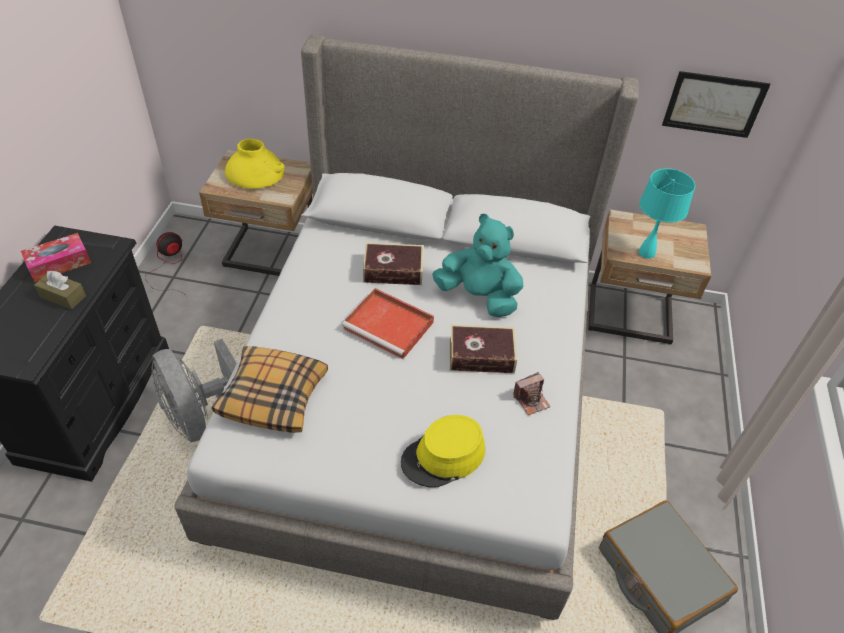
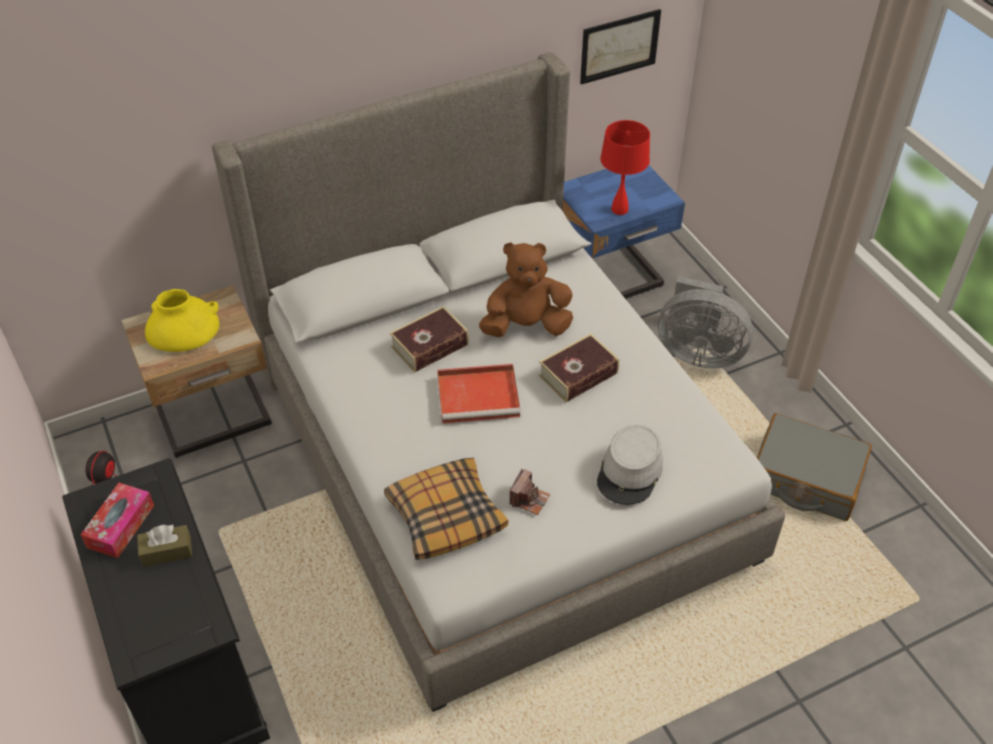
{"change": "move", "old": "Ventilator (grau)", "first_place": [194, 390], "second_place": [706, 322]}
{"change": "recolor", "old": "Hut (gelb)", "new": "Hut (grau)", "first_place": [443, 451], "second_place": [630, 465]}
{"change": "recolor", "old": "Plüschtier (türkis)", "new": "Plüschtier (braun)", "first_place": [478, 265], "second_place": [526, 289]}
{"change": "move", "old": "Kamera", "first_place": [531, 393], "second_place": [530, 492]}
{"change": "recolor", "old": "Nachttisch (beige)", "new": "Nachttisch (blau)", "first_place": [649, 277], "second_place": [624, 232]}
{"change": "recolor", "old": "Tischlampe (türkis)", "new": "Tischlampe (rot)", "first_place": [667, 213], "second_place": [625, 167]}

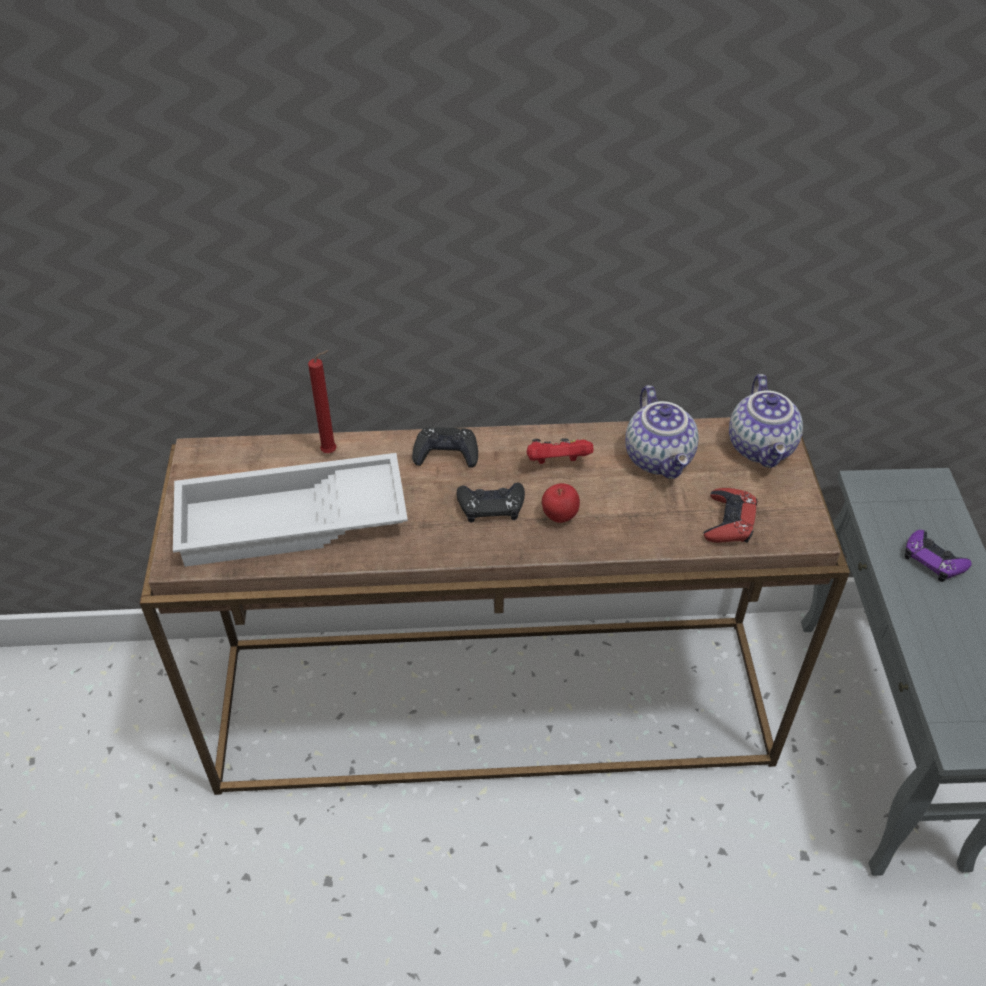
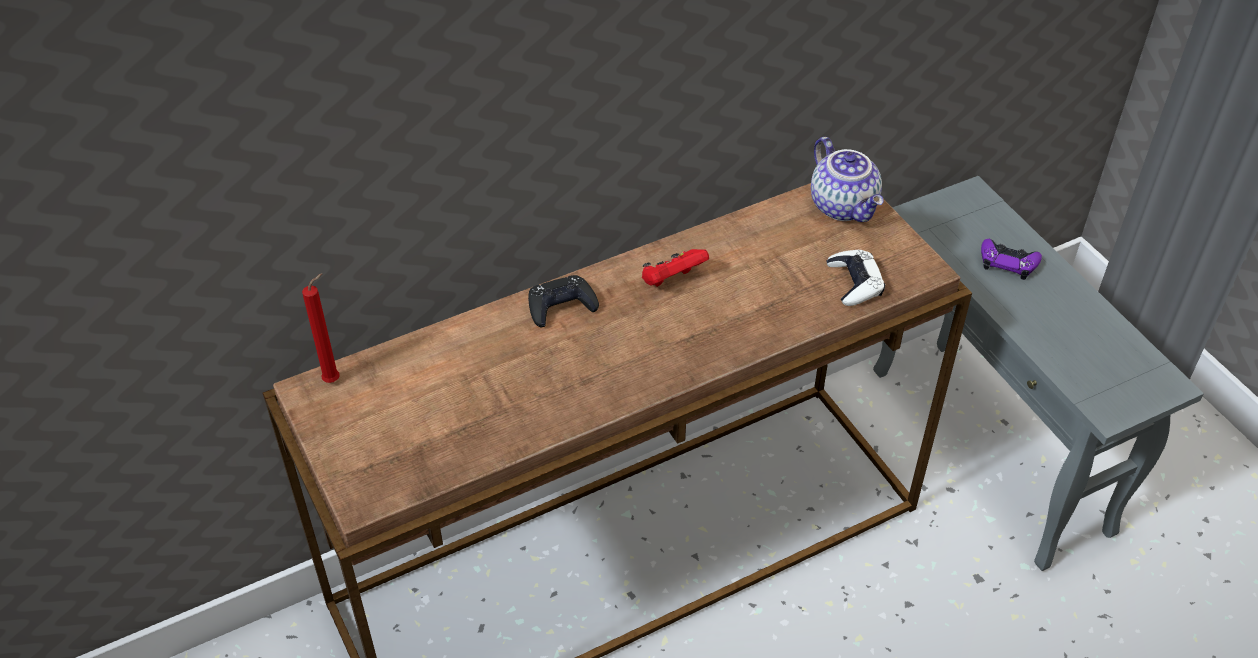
{"change": "delete", "old": "Tablett (weiß)", "first_place": [290, 510]}
{"change": "move", "old": "Kerze (rot)", "first_place": [322, 401], "second_place": [321, 328]}
{"change": "delete", "old": "Gamepad (schwarz)", "first_place": [491, 503]}
{"change": "delete", "old": "Apfel", "first_place": [561, 503]}
{"change": "delete", "old": "Teekanne", "first_place": [662, 432]}
{"change": "recolor", "old": "Gamepad (rot)", "new": "Gamepad (weiß)", "first_place": [730, 515], "second_place": [856, 278]}

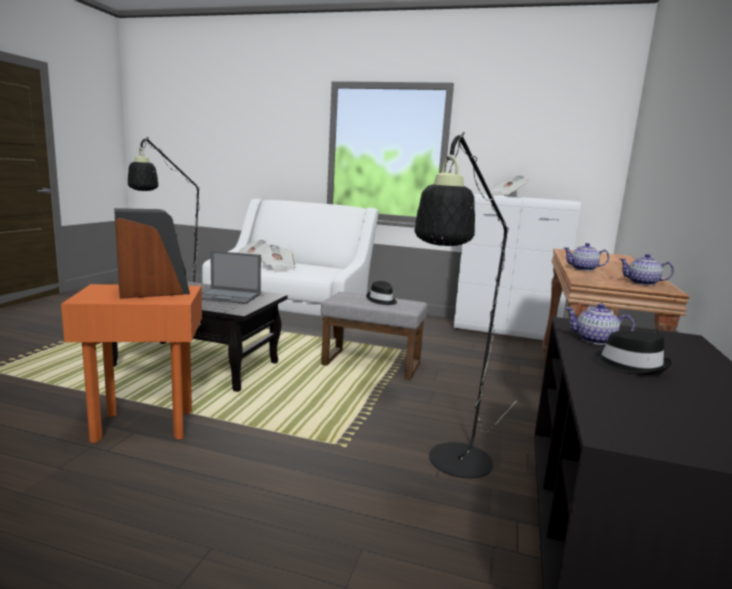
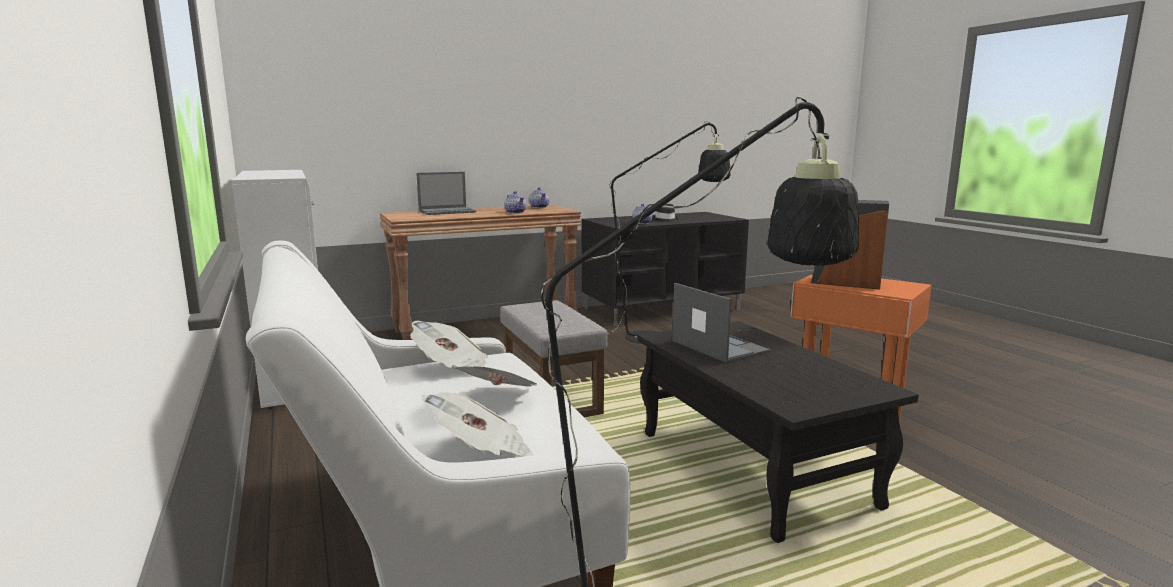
{"change": "delete", "old": "Hut (schwarz)", "first_place": [381, 293]}
{"change": "move", "old": "Zeitung", "first_place": [509, 186], "second_place": [449, 344]}
{"change": "insert", "new": "Laptop", "second_place": [446, 193]}

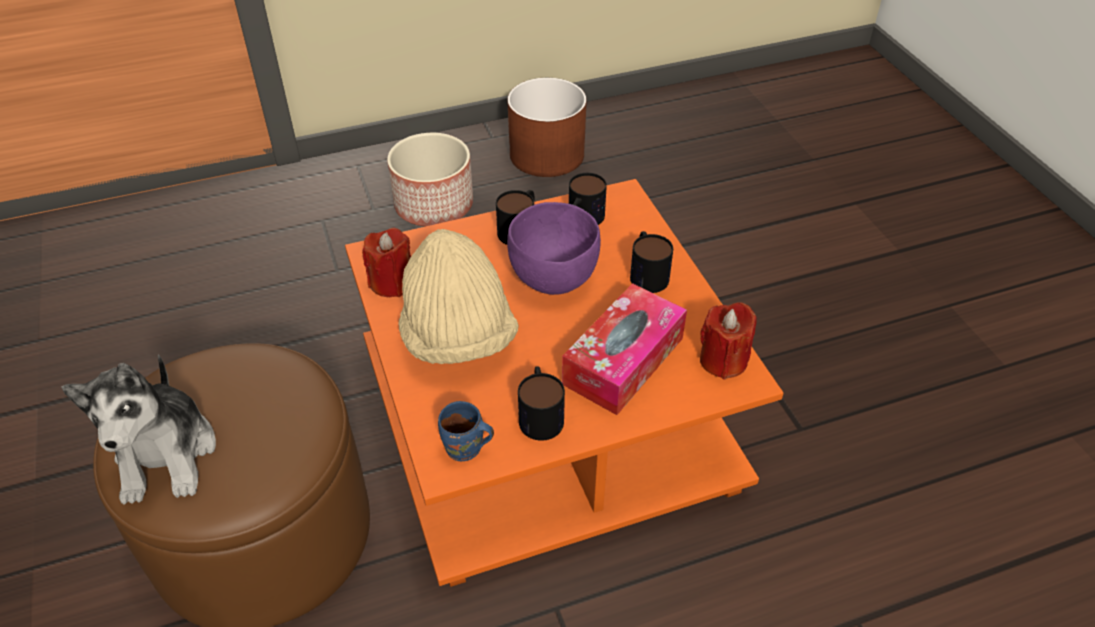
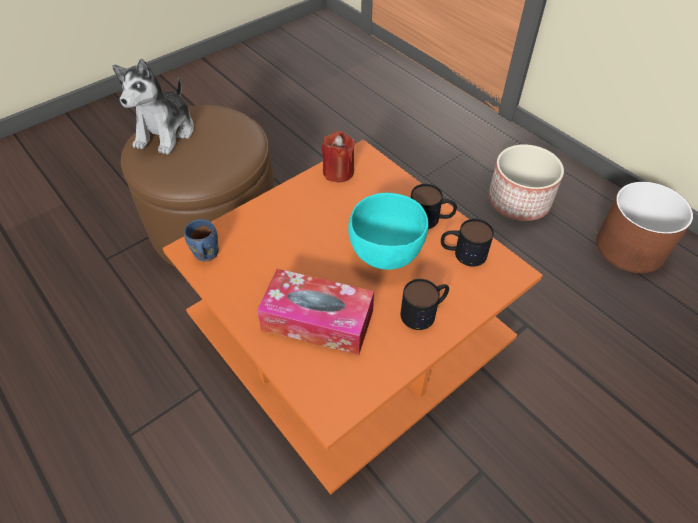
{"change": "rotate", "old": "Plüschtier", "first_place": [139, 430], "second_place": [153, 107], "degrees": -45}
{"change": "delete", "old": "Hut (beige)", "first_place": [458, 296]}
{"change": "recolor", "old": "Schüssel (lila)", "new": "Schüssel (türkis)", "first_place": [554, 248], "second_place": [388, 231]}
{"change": "delete", "old": "Henkelbecher", "first_place": [541, 403]}
{"change": "delete", "old": "Kerze (rot)", "first_place": [728, 341]}

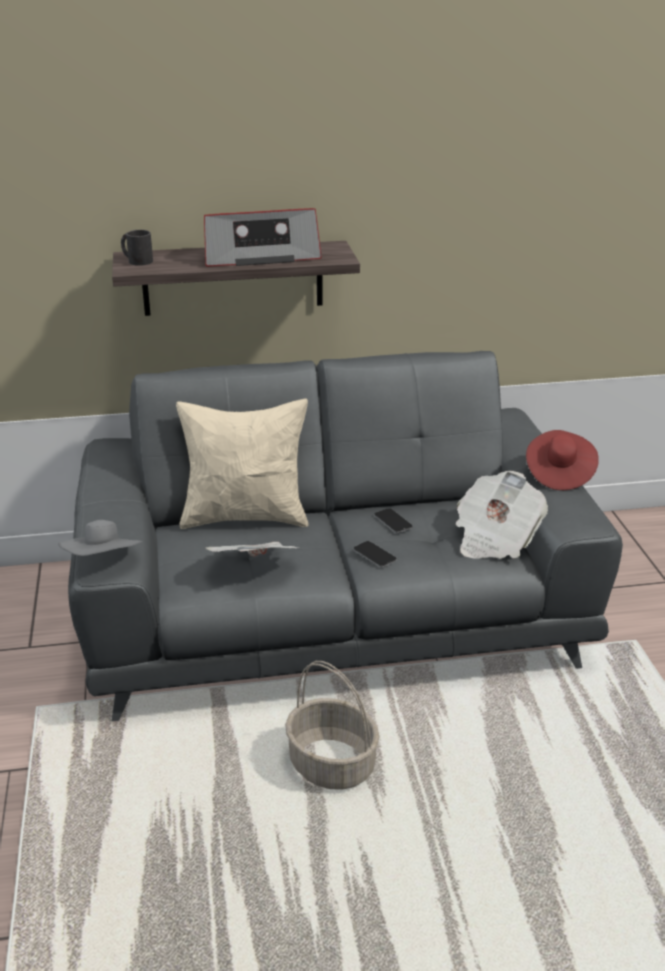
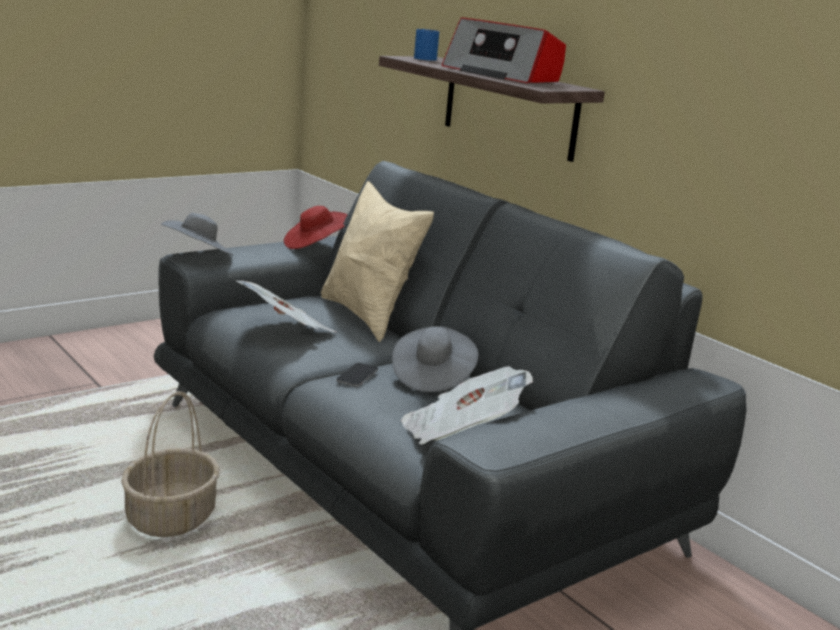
{"change": "recolor", "old": "Henkelbecher (schwarz)", "new": "Henkelbecher (blau)", "first_place": [137, 248], "second_place": [426, 45]}
{"change": "replace", "old": "Handy", "new": "Hut (grau)", "first_place": [393, 520], "second_place": [435, 359]}
{"change": "move", "old": "Hut (rot)", "first_place": [562, 460], "second_place": [316, 227]}

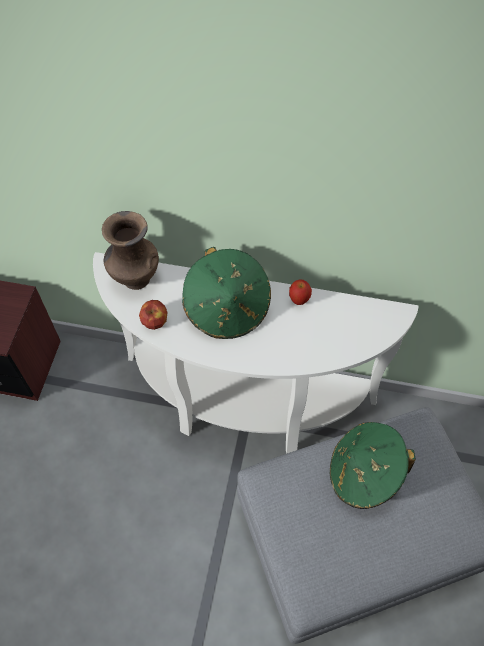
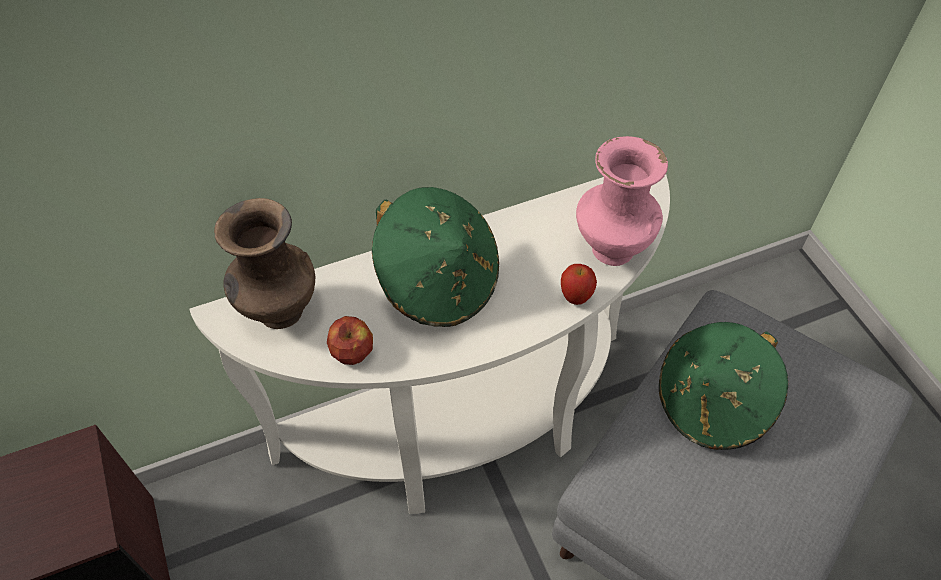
{"change": "move", "old": "Apfel", "first_place": [300, 292], "second_place": [579, 284]}
{"change": "insert", "new": "Vase (rosa)", "second_place": [622, 201]}

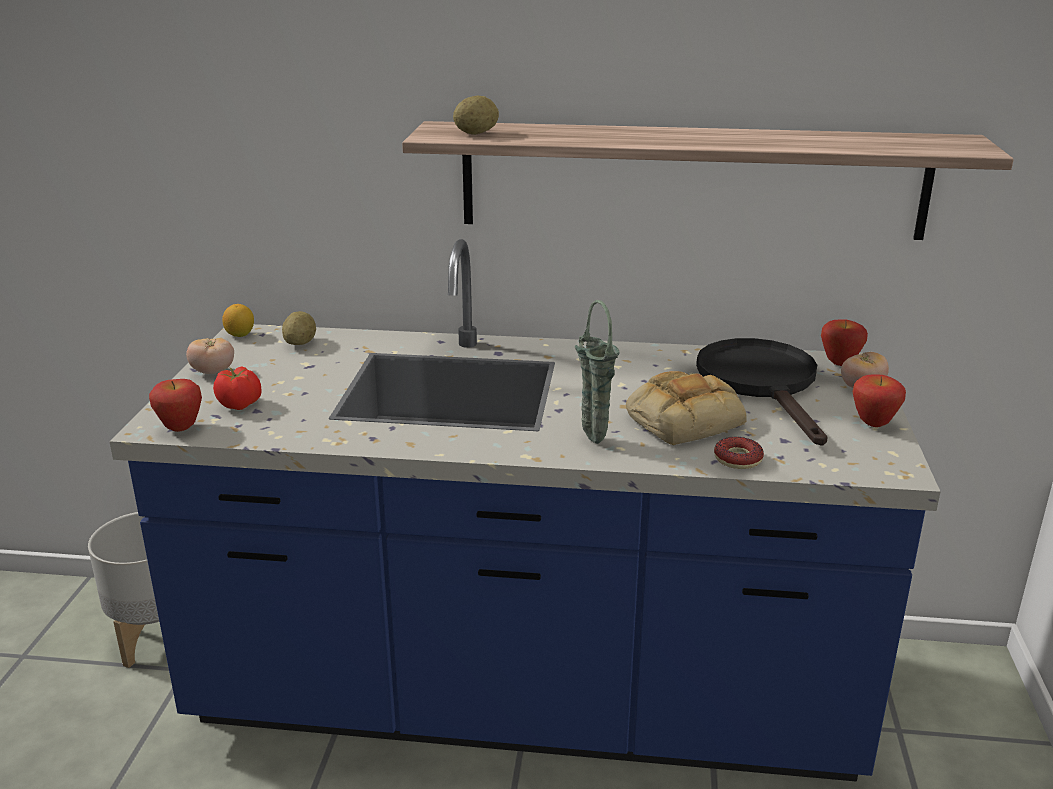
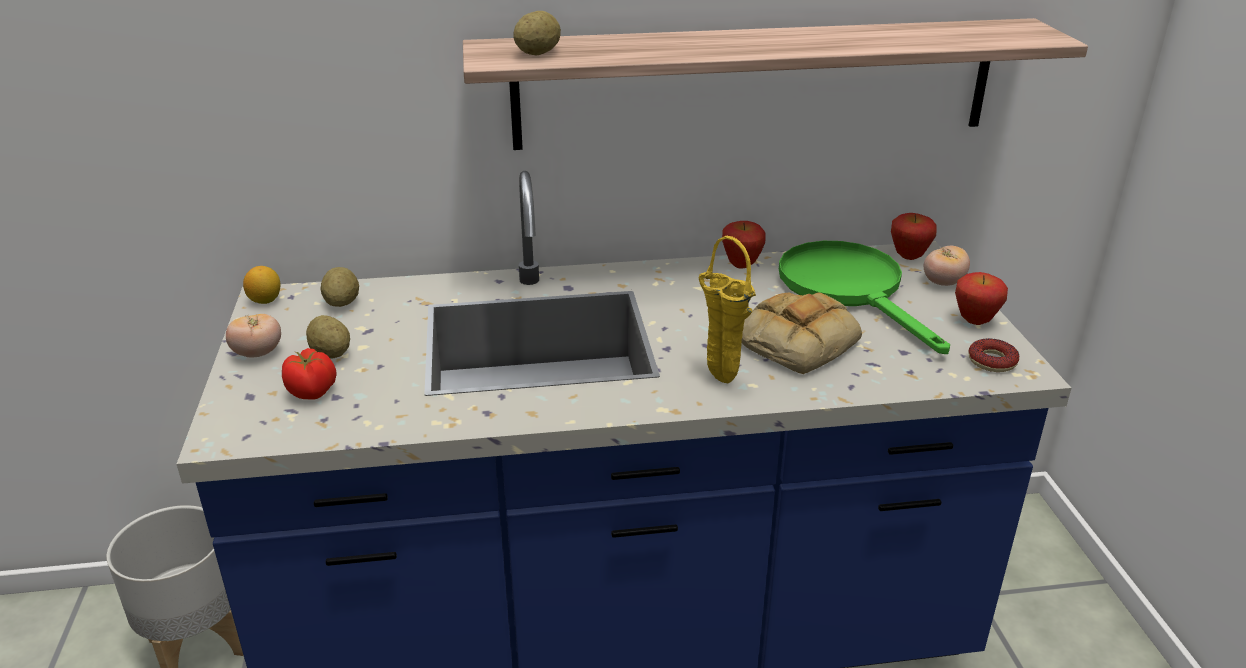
{"change": "move", "old": "Apfel", "first_place": [175, 405], "second_place": [743, 245]}
{"change": "recolor", "old": "Vase (grün)", "new": "Vase (gelb)", "first_place": [597, 372], "second_place": [727, 309]}
{"change": "recolor", "old": "Pfanne (schwarz)", "new": "Pfanne (grün)", "first_place": [762, 392], "second_place": [864, 297]}
{"change": "move", "old": "Donut", "first_place": [739, 453], "second_place": [994, 355]}
{"change": "insert", "new": "Kartoffel", "second_place": [328, 336]}

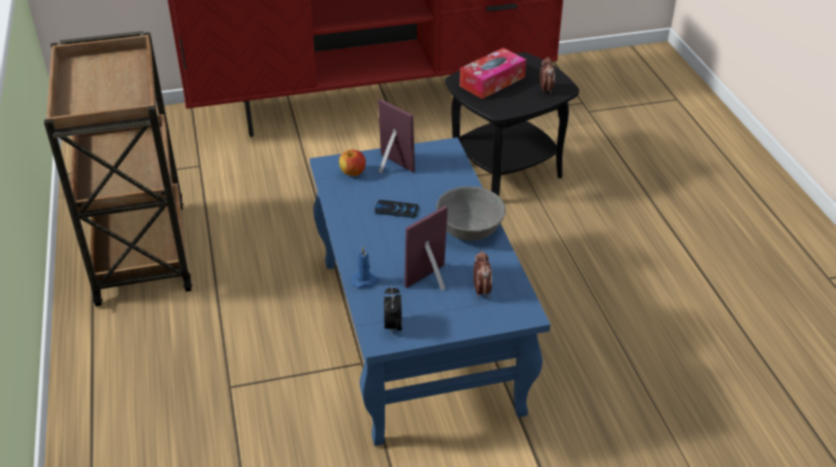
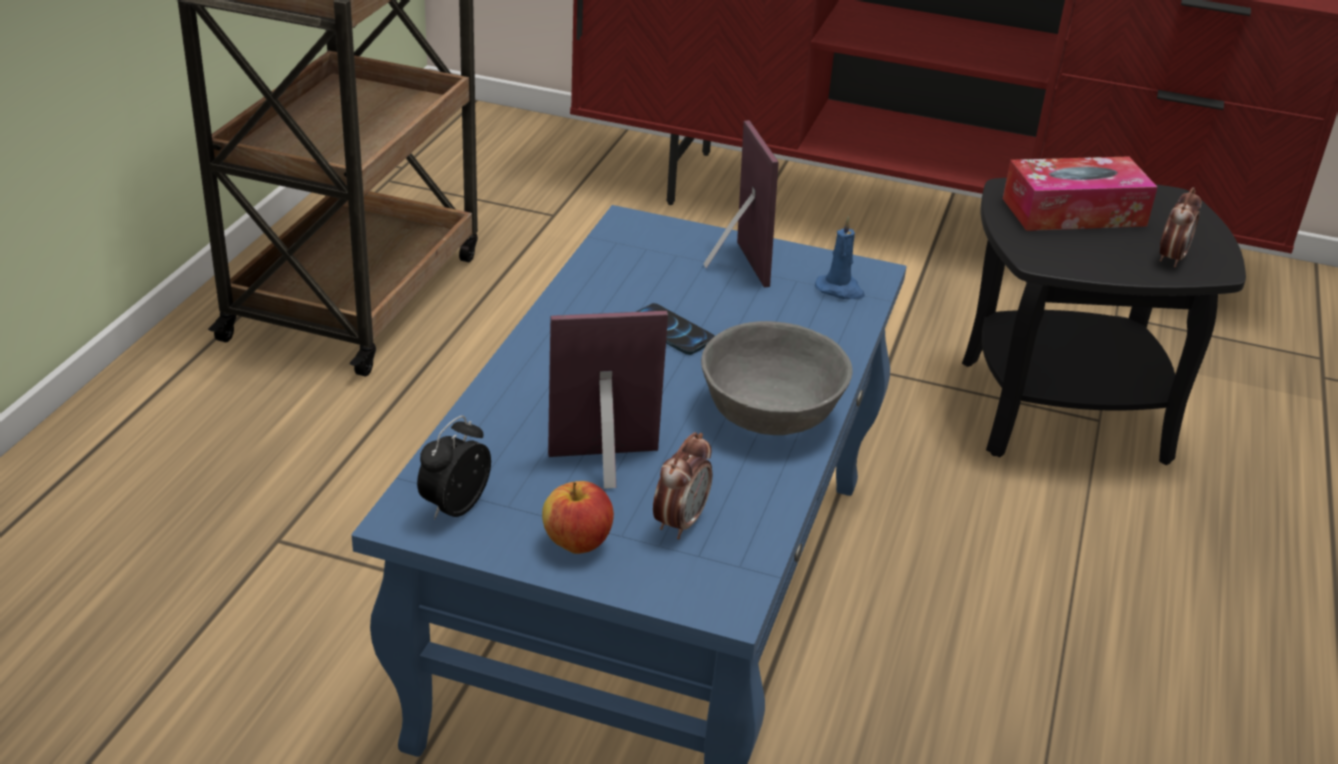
{"change": "move", "old": "Apfel", "first_place": [352, 163], "second_place": [578, 517]}
{"change": "move", "old": "Kerze (blau)", "first_place": [365, 267], "second_place": [840, 257]}

